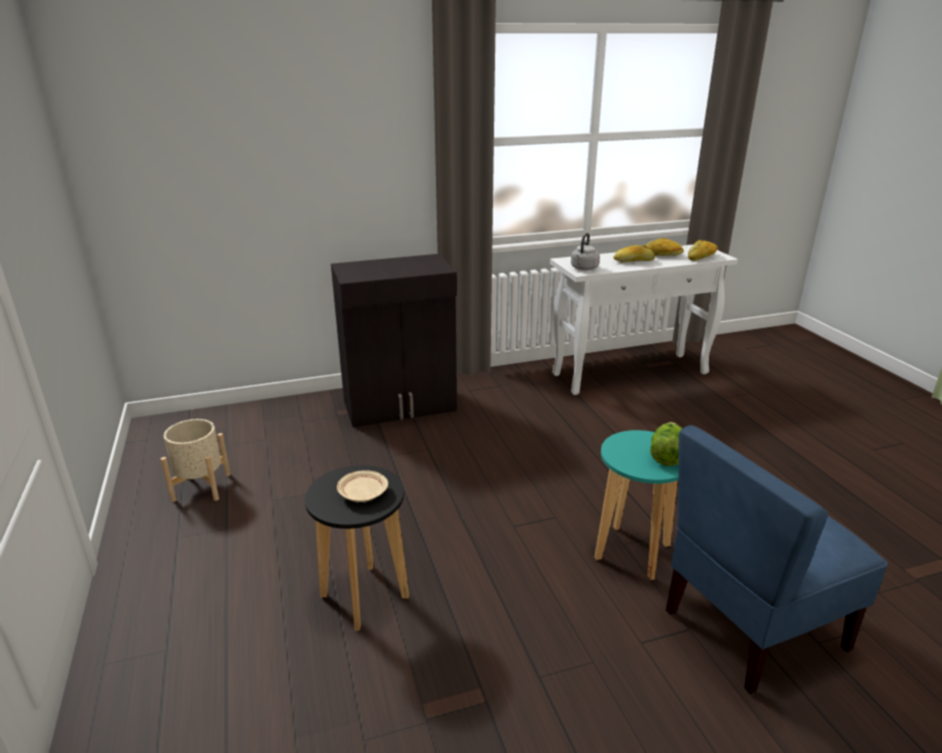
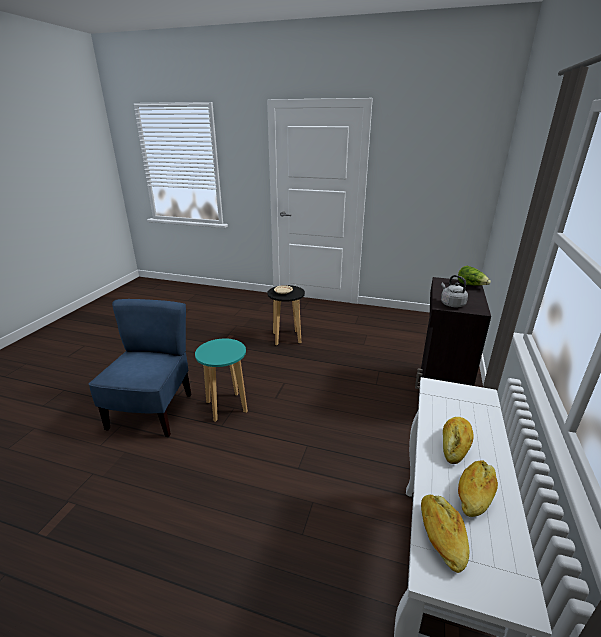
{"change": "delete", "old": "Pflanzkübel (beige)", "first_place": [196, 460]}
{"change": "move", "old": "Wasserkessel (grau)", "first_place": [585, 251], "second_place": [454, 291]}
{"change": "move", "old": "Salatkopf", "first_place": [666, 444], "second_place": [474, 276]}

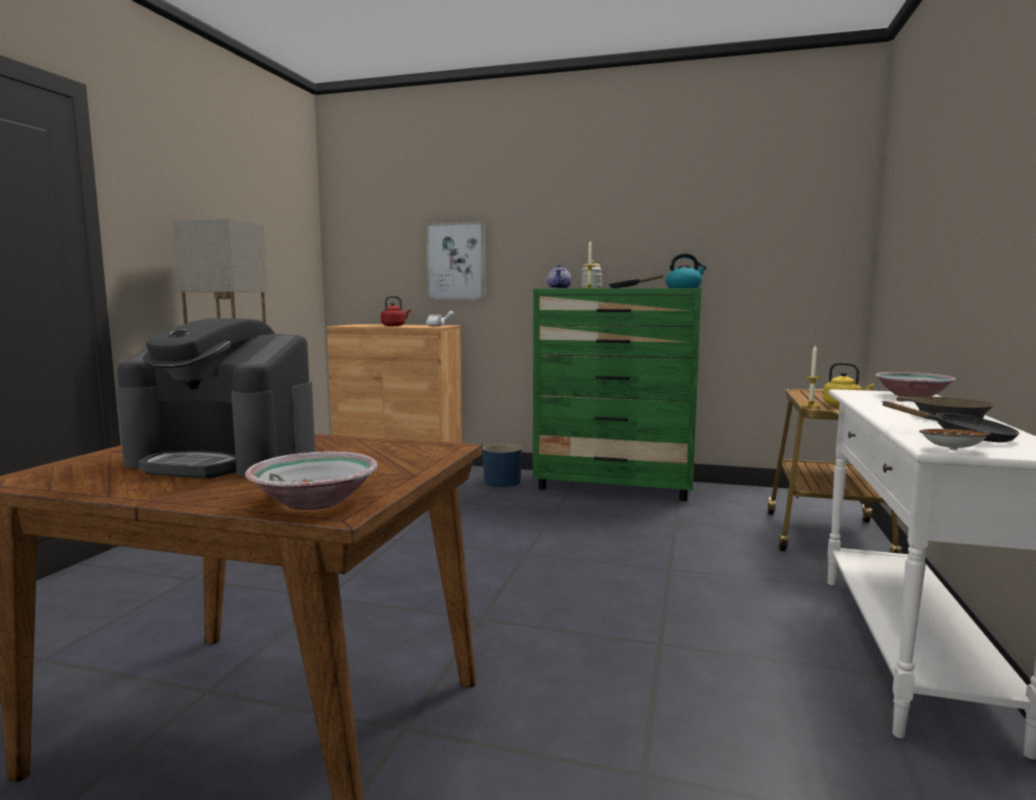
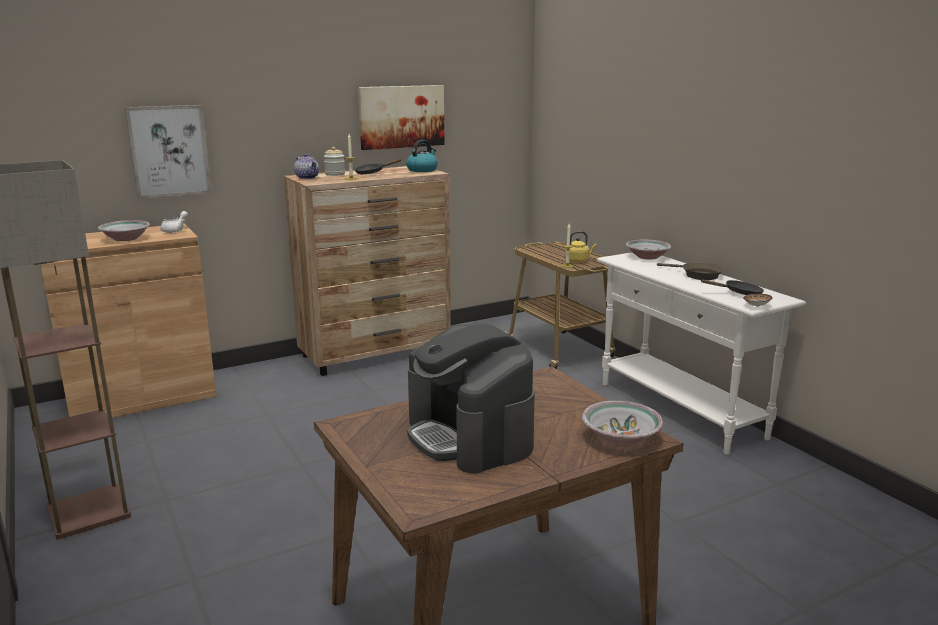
{"change": "rotate", "old": "Kaffeemaschine", "first_place": [215, 398], "second_place": [471, 399], "degrees": 90}
{"change": "replace", "old": "Wasserkessel (rot)", "new": "Schüssel", "first_place": [396, 311], "second_place": [124, 230]}
{"change": "delete", "old": "Pflanzkübel (blau)", "first_place": [502, 465]}
{"change": "recolor", "old": "Kommode (grün)", "new": "Kommode (braun)", "first_place": [617, 394], "second_place": [367, 271]}
{"change": "insert", "new": "Bild", "second_place": [401, 117]}

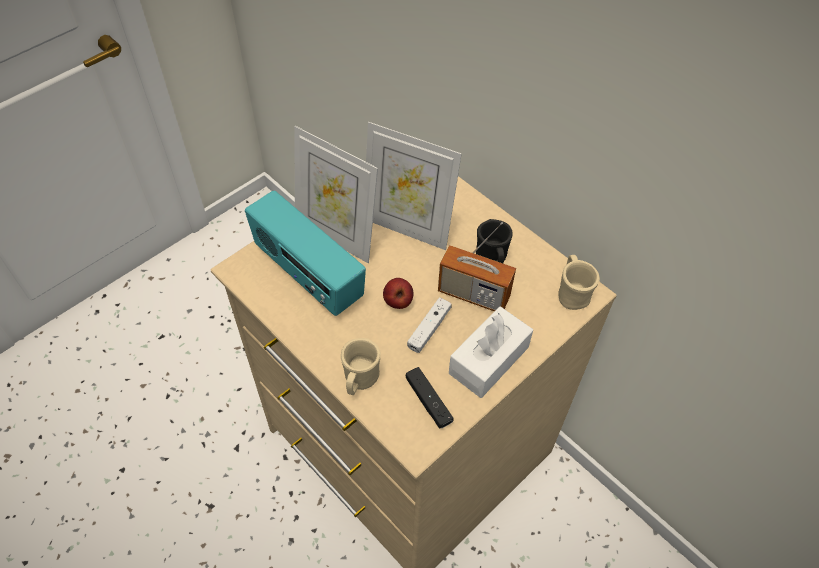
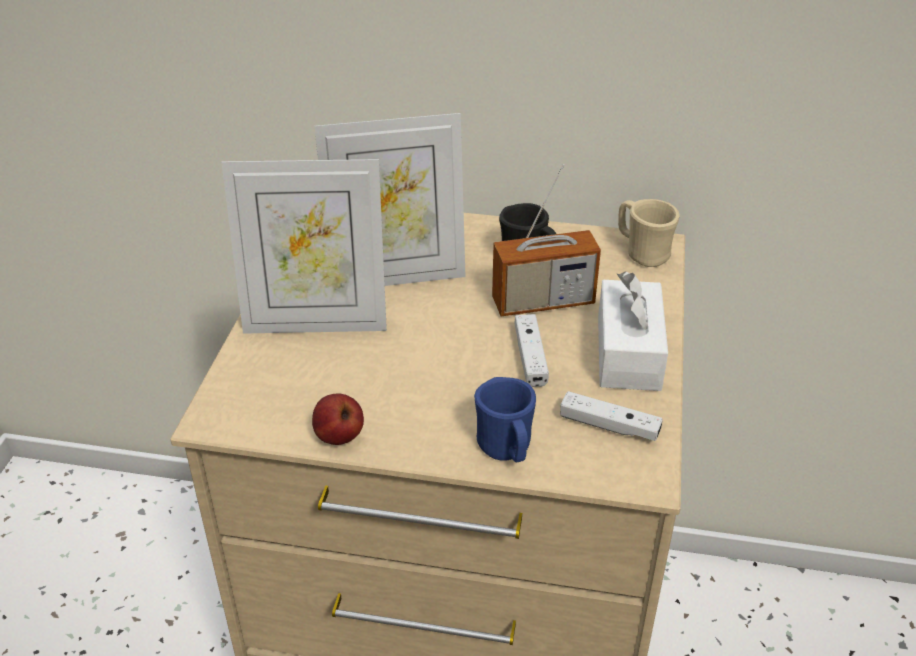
{"change": "delete", "old": "Radio", "first_place": [305, 253]}
{"change": "recolor", "old": "Henkelbecher (beige)", "new": "Henkelbecher (blau)", "first_place": [361, 366], "second_place": [505, 419]}
{"change": "move", "old": "Apfel", "first_place": [398, 293], "second_place": [338, 419]}
{"change": "recolor", "old": "Gamepad (schwarz)", "new": "Gamepad (weiß)", "first_place": [429, 398], "second_place": [611, 416]}

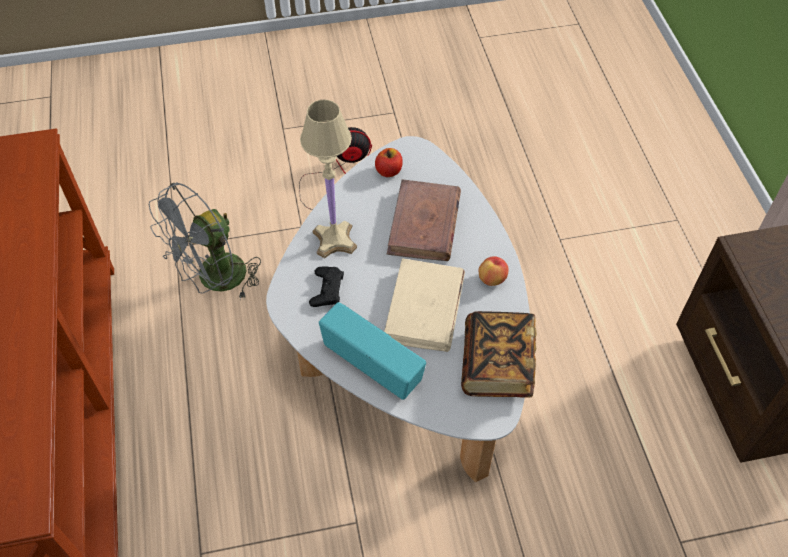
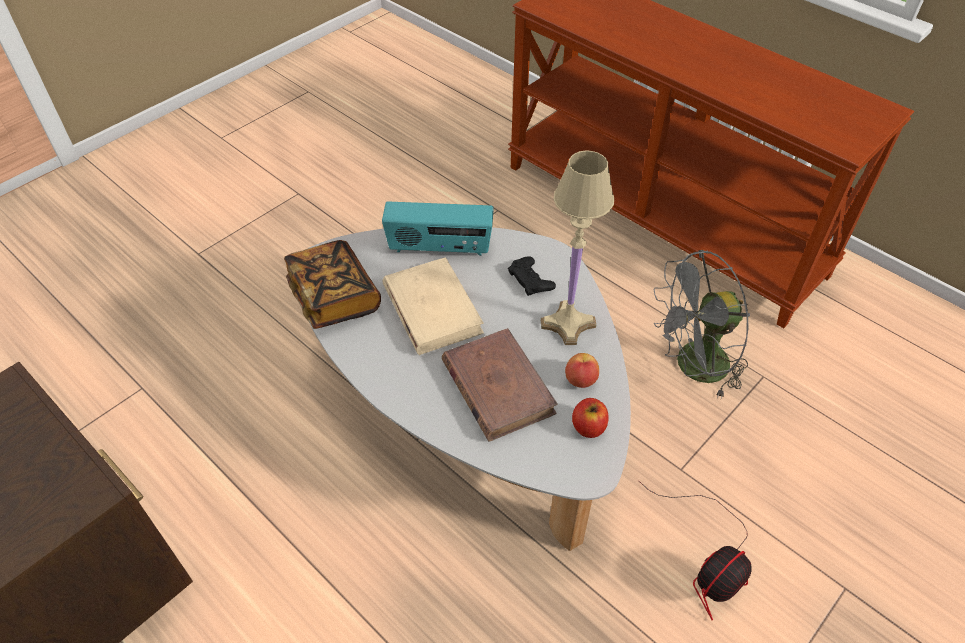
{"change": "rotate", "old": "Ventilator (grau)", "first_place": [205, 241], "second_place": [702, 324], "degrees": -120}
{"change": "move", "old": "Apfel", "first_place": [494, 271], "second_place": [582, 370]}

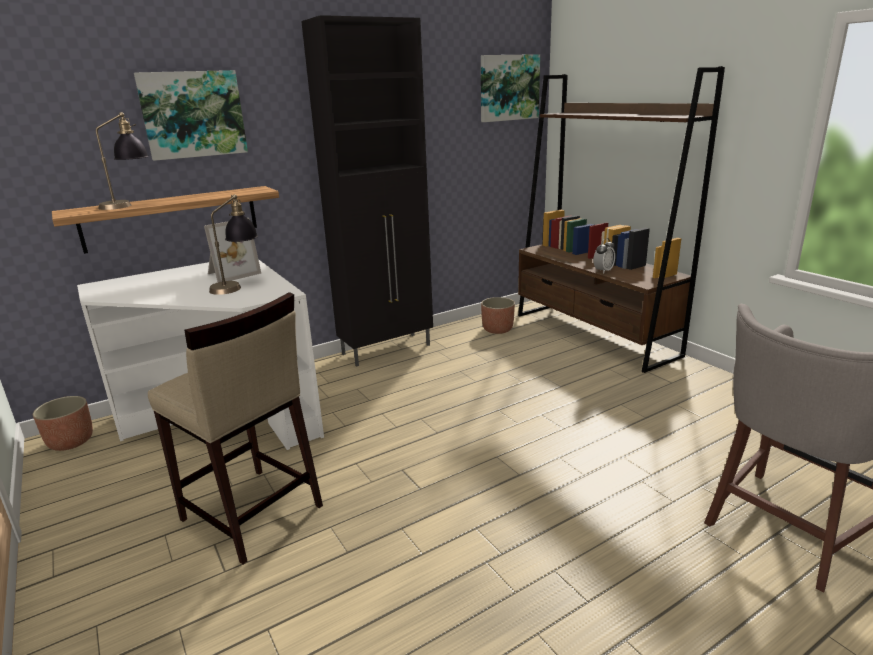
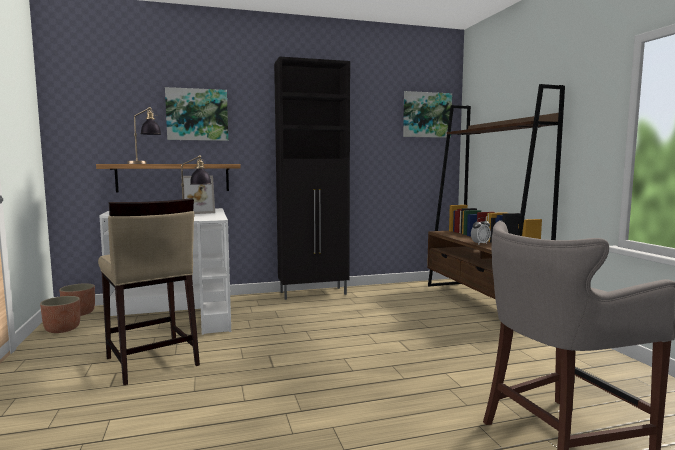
{"change": "move", "old": "Pflanzkübel", "first_place": [498, 315], "second_place": [60, 314]}

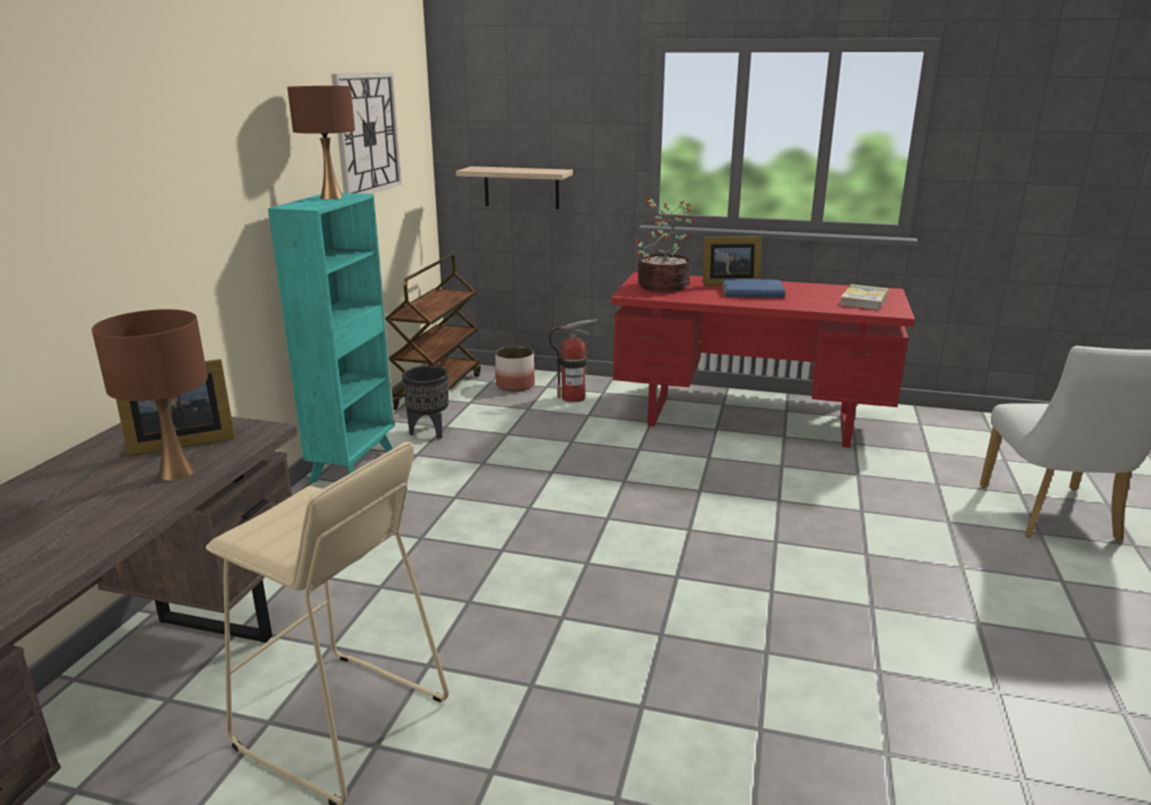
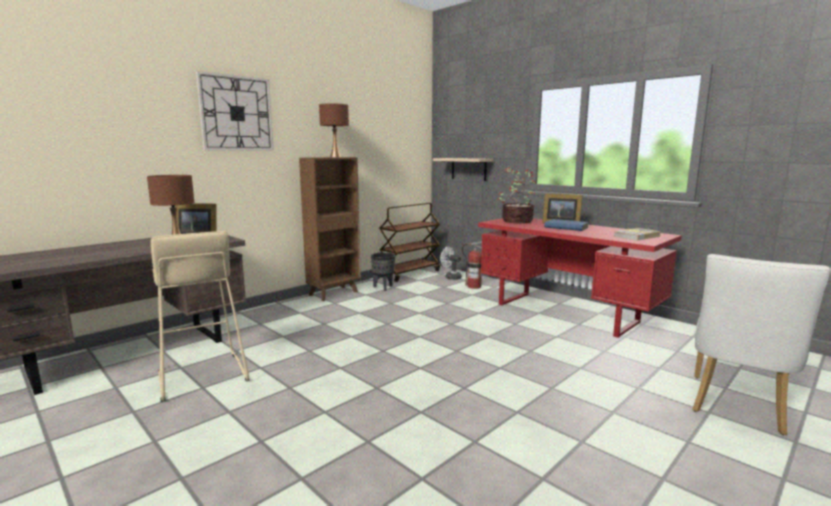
{"change": "recolor", "old": "Bücherregal (türkis)", "new": "Bücherregal (braun)", "first_place": [331, 338], "second_place": [330, 229]}
{"change": "move", "old": "Wanduhr", "first_place": [366, 133], "second_place": [235, 110]}
{"change": "replace", "old": "Pflanzkübel", "new": "Ventilator (weiß)", "first_place": [515, 369], "second_place": [451, 263]}

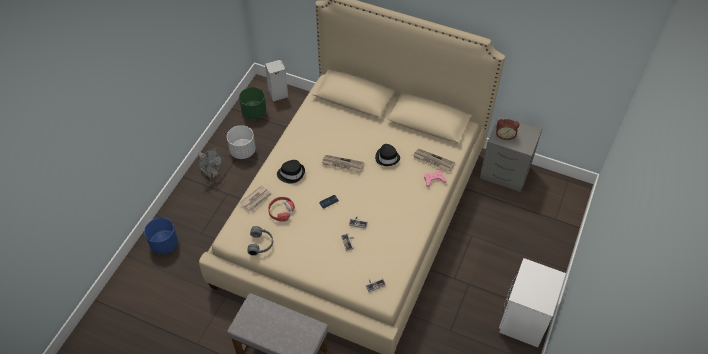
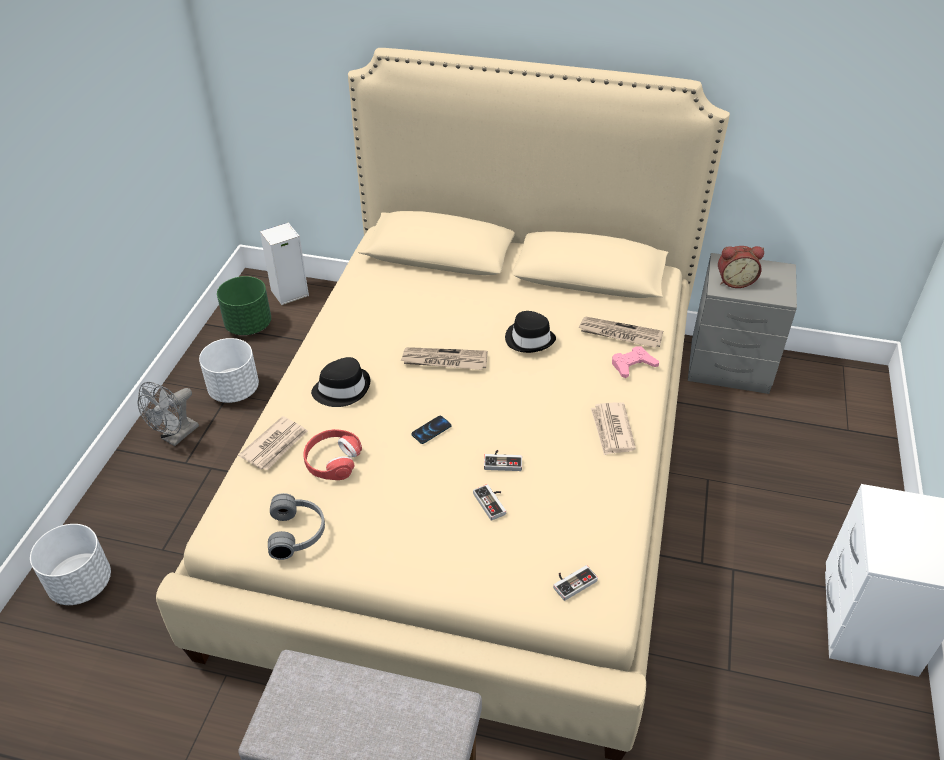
{"change": "recolor", "old": "Pflanzkübel (blau)", "new": "Pflanzkübel (weiß)", "first_place": [161, 236], "second_place": [70, 564]}
{"change": "rotate", "old": "Ventilator (grau)", "first_place": [210, 164], "second_place": [168, 414], "degrees": 90}
{"change": "insert", "new": "Zeitung", "second_place": [613, 428]}

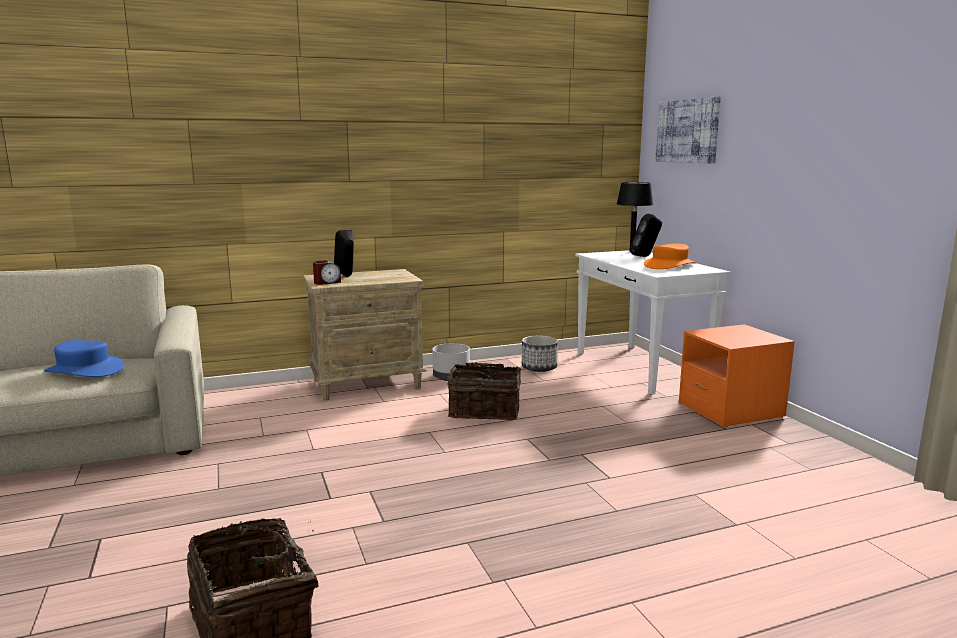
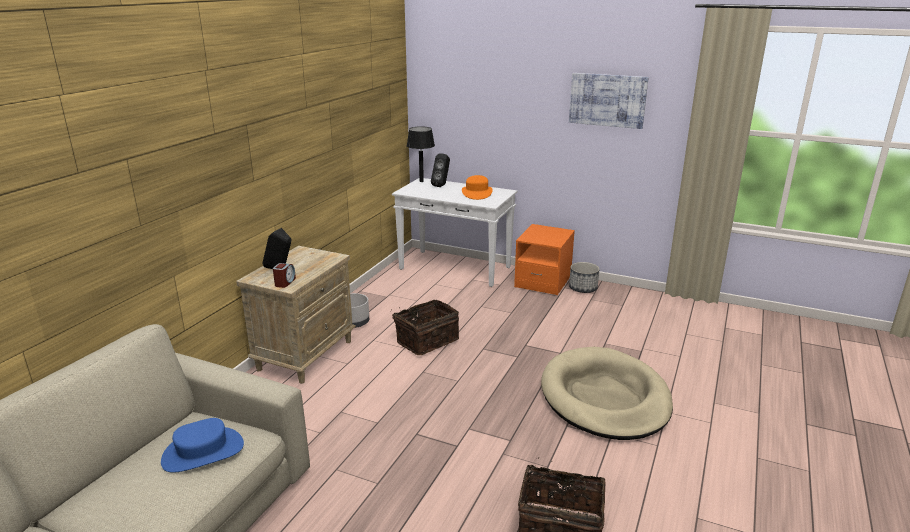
{"change": "move", "old": "Pflanzkübel", "first_place": [540, 354], "second_place": [584, 277]}
{"change": "move", "old": "Bild", "first_place": [688, 130], "second_place": [609, 101]}
{"change": "insert", "new": "Hundebett (beige)", "second_place": [607, 393]}

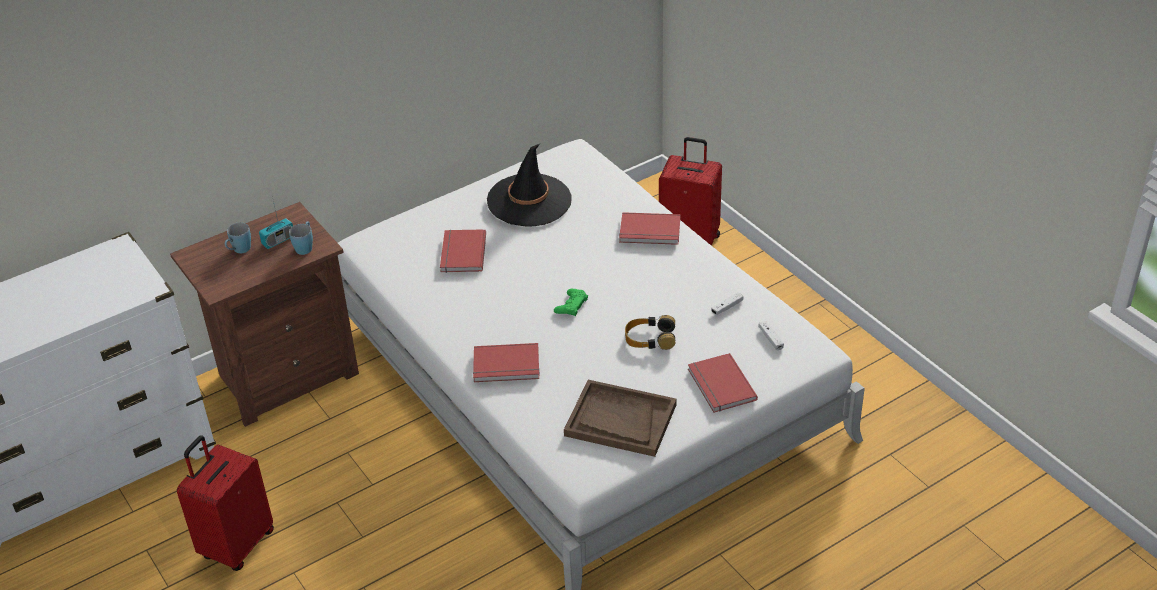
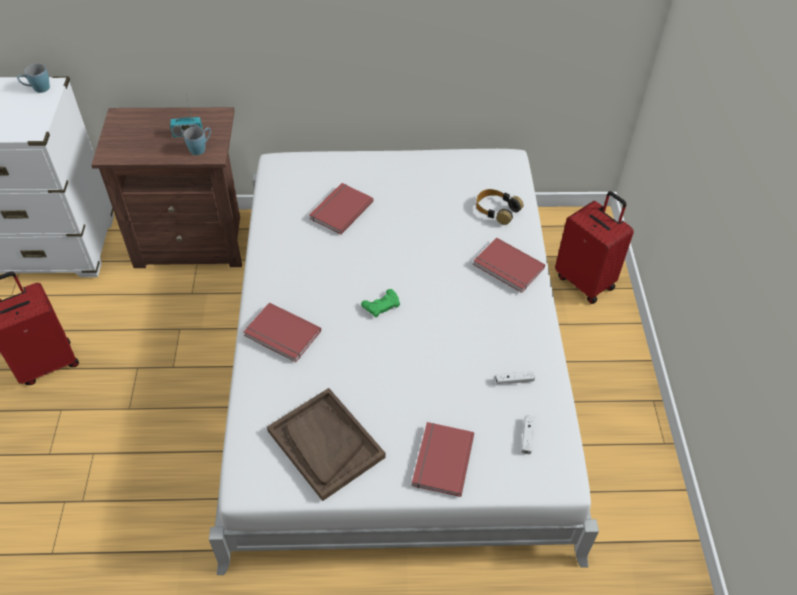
{"change": "move", "old": "Henkelbecher (blau)", "first_place": [238, 237], "second_place": [33, 78]}
{"change": "delete", "old": "Hut (schwarz)", "first_place": [529, 185]}
{"change": "move", "old": "Kopfhörer", "first_place": [650, 332], "second_place": [500, 207]}

